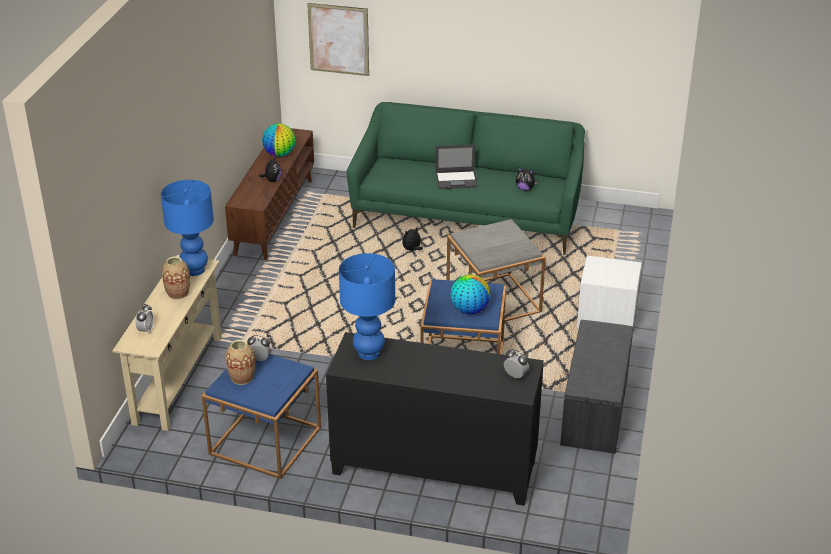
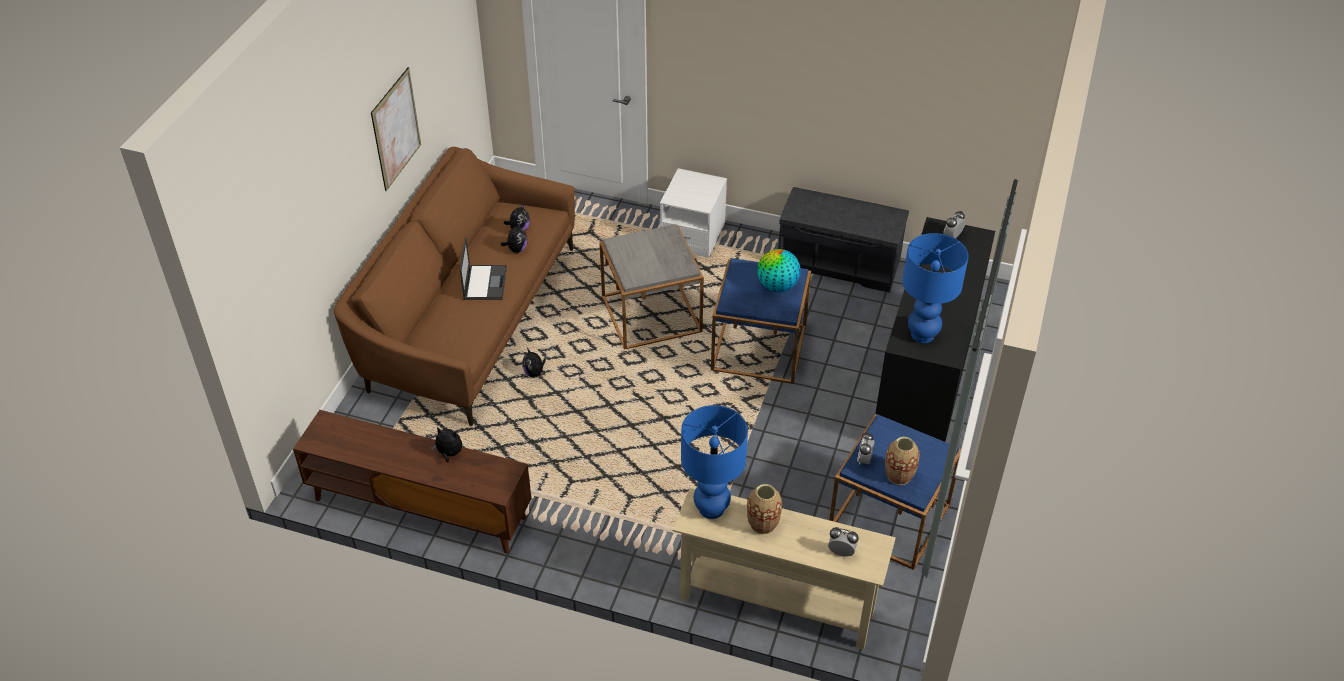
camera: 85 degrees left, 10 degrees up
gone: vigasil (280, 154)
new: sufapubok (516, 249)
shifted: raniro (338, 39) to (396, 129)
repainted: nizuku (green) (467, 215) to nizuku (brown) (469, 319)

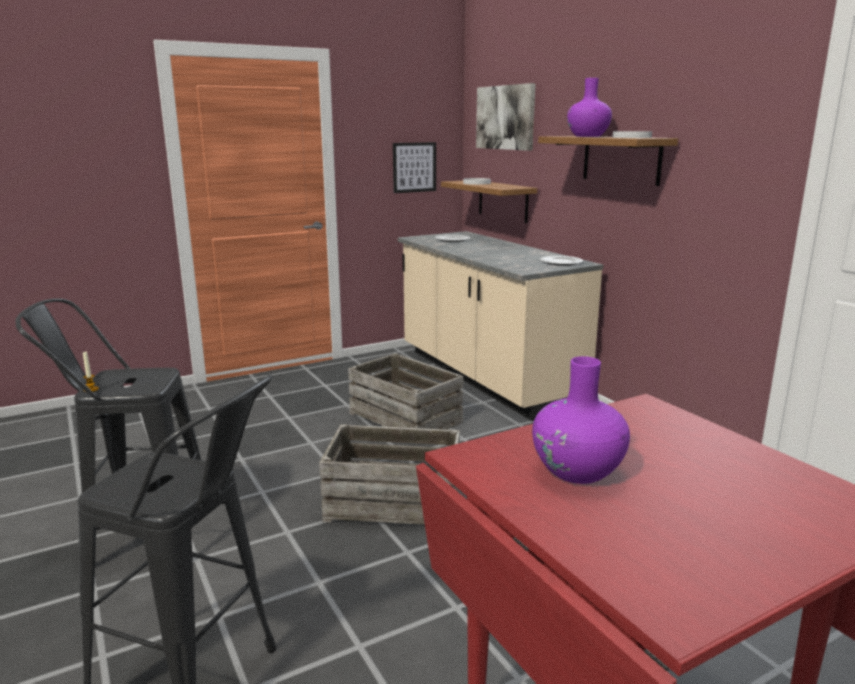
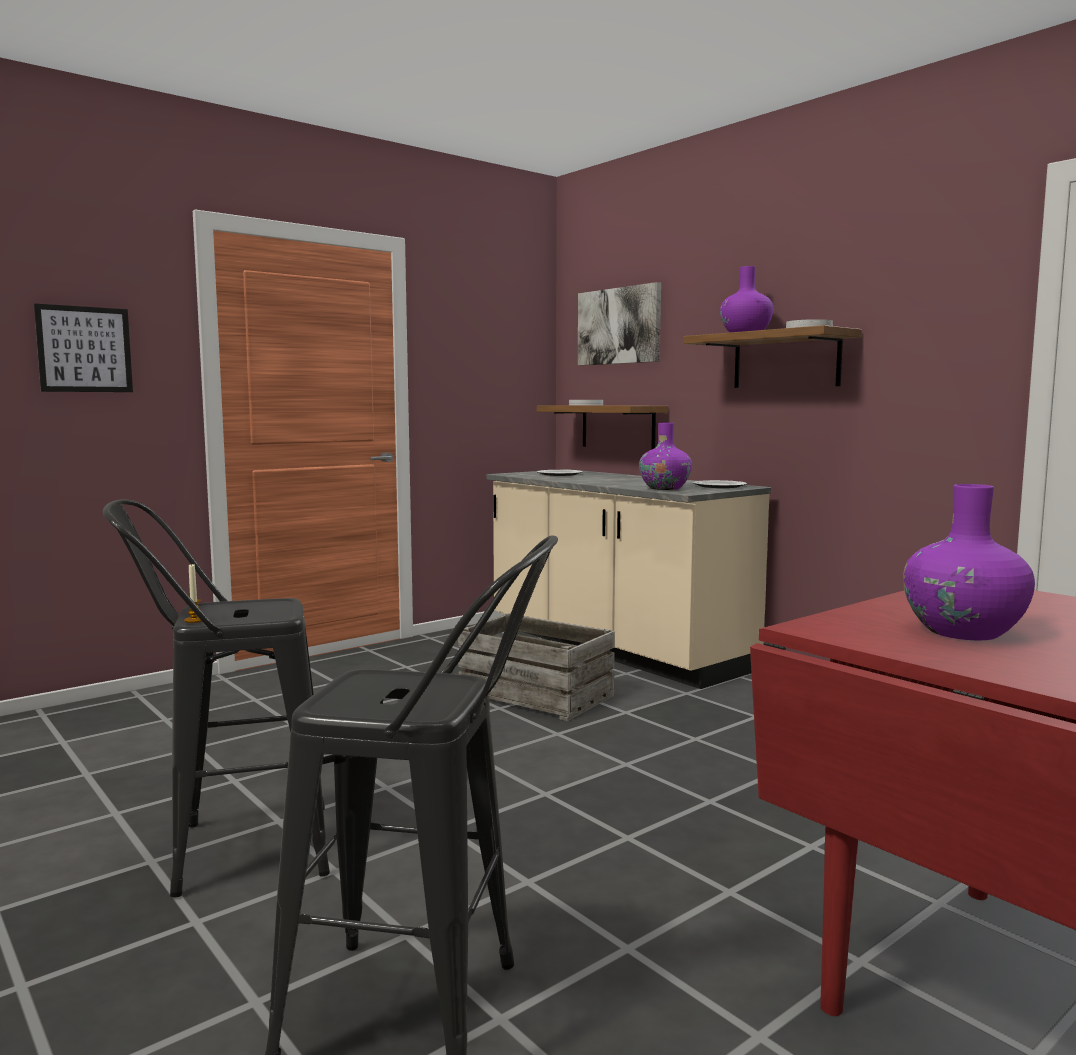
camera: 10 degrees left, 10 degrees down
gone: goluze (394, 501)
new: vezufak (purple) (665, 488)
shifted: raniro (414, 167) to (84, 349)

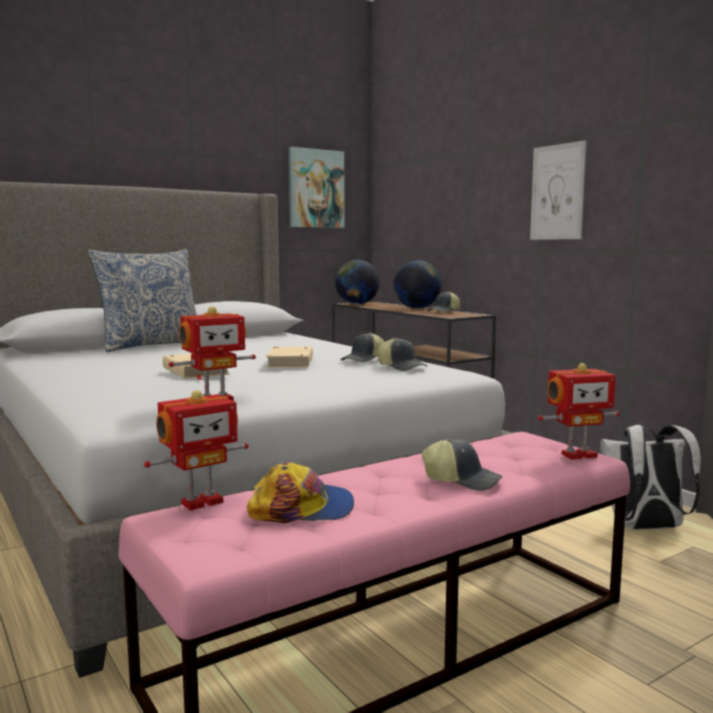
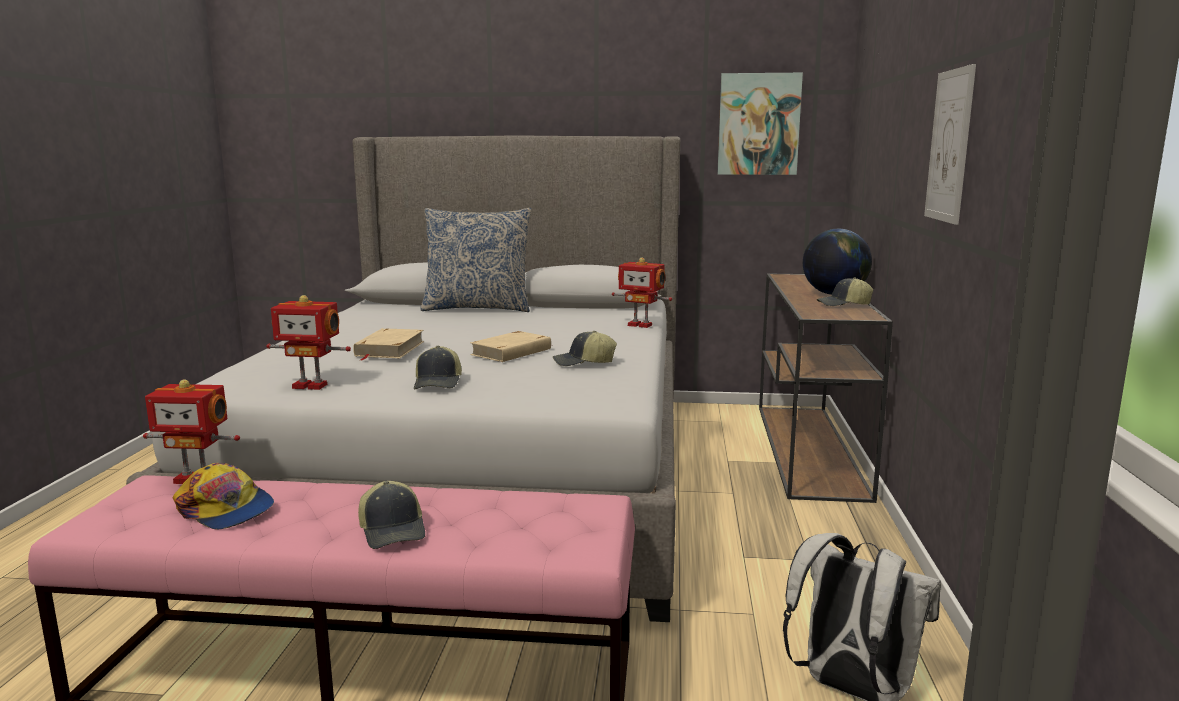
camera: 40 degrees right, 5 degrees up
gone: vigasil (357, 304)
shifted: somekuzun (402, 367) to (439, 383); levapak (577, 455) to (640, 325)

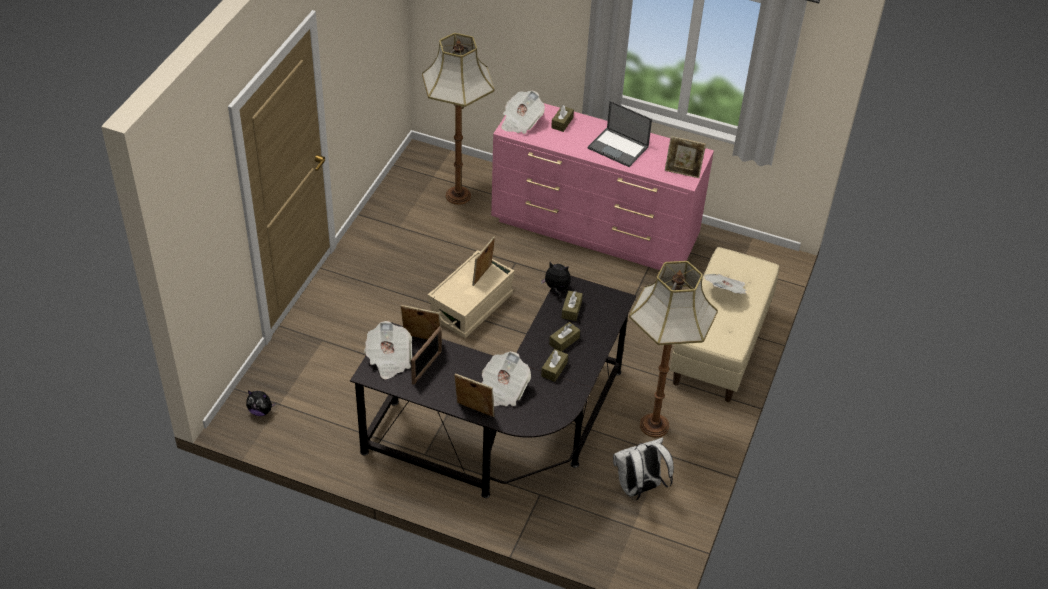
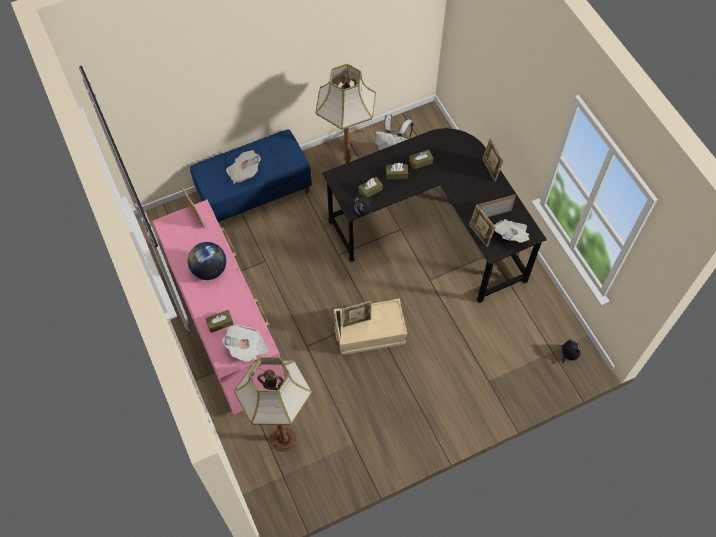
camera: 135 degrees left, 15 degrees up
gone: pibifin (503, 389)
swapped: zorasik (619, 147) to vigasil (209, 270)
repainted: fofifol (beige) (720, 346) to fofifol (blue) (255, 193)

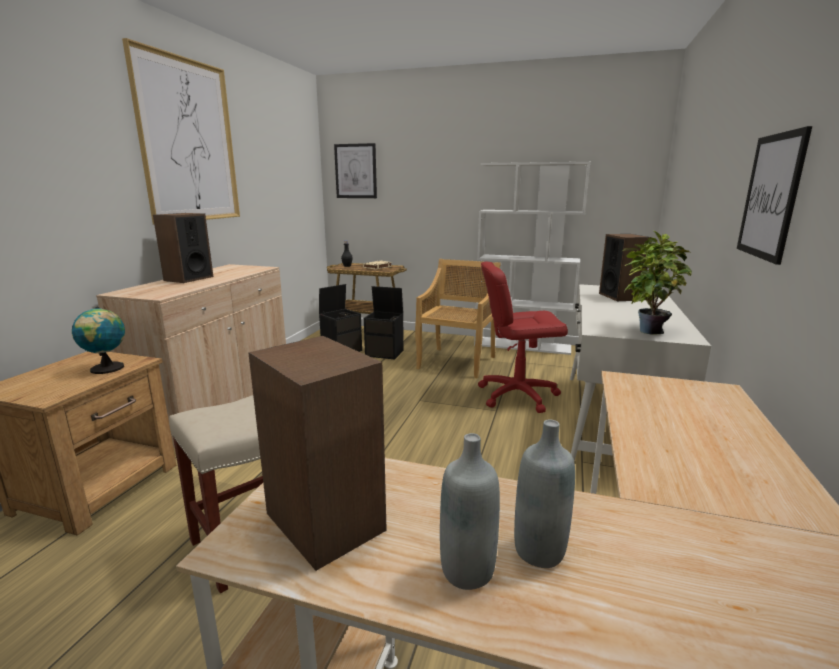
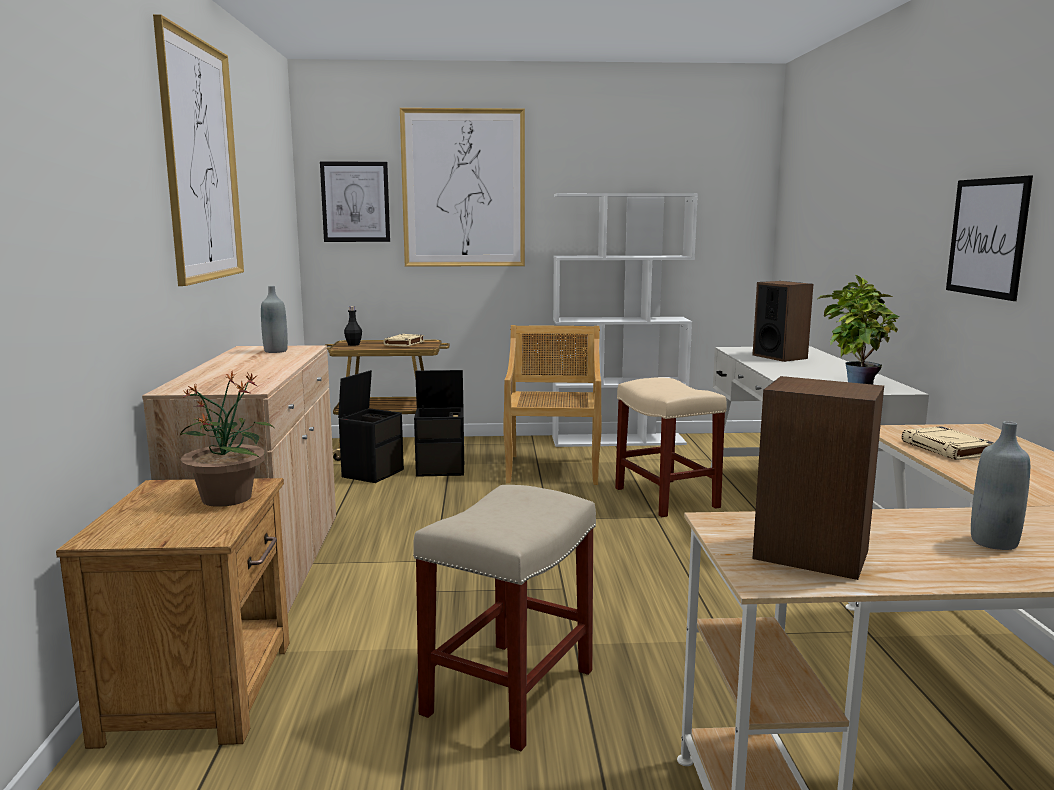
camera: 20 degrees left, 5 degrees down
gone: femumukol (188, 278)
new: raniro (463, 189); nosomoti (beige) (948, 449)
shifted: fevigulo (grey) (467, 570) to (275, 351)
swapped: vigasil (107, 369) to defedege (227, 497); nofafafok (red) (517, 395) to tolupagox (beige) (665, 497)

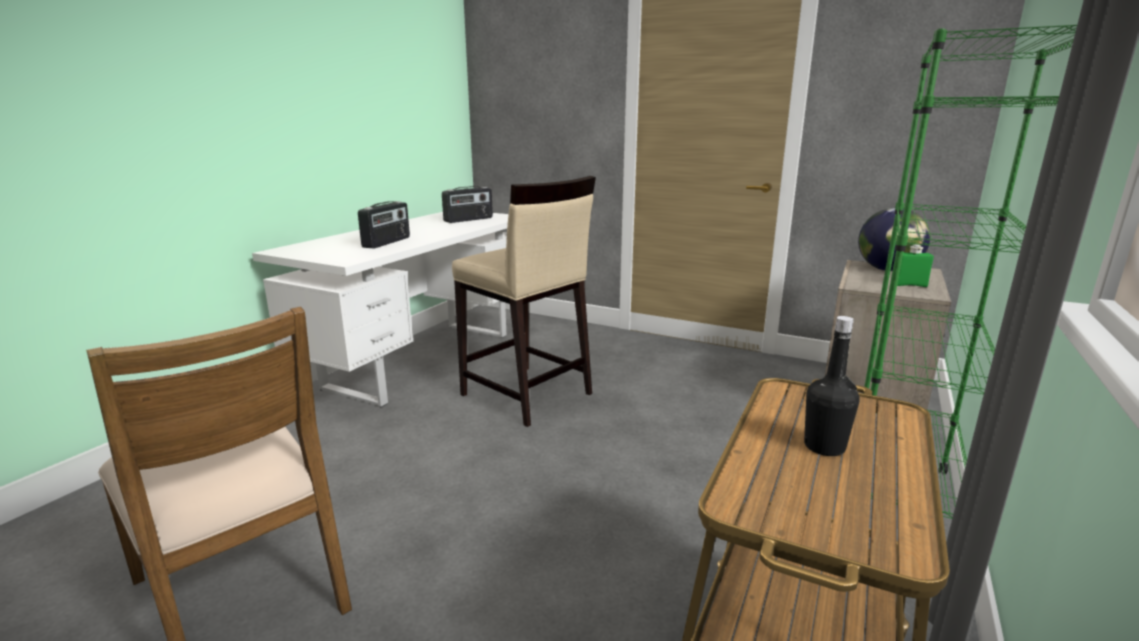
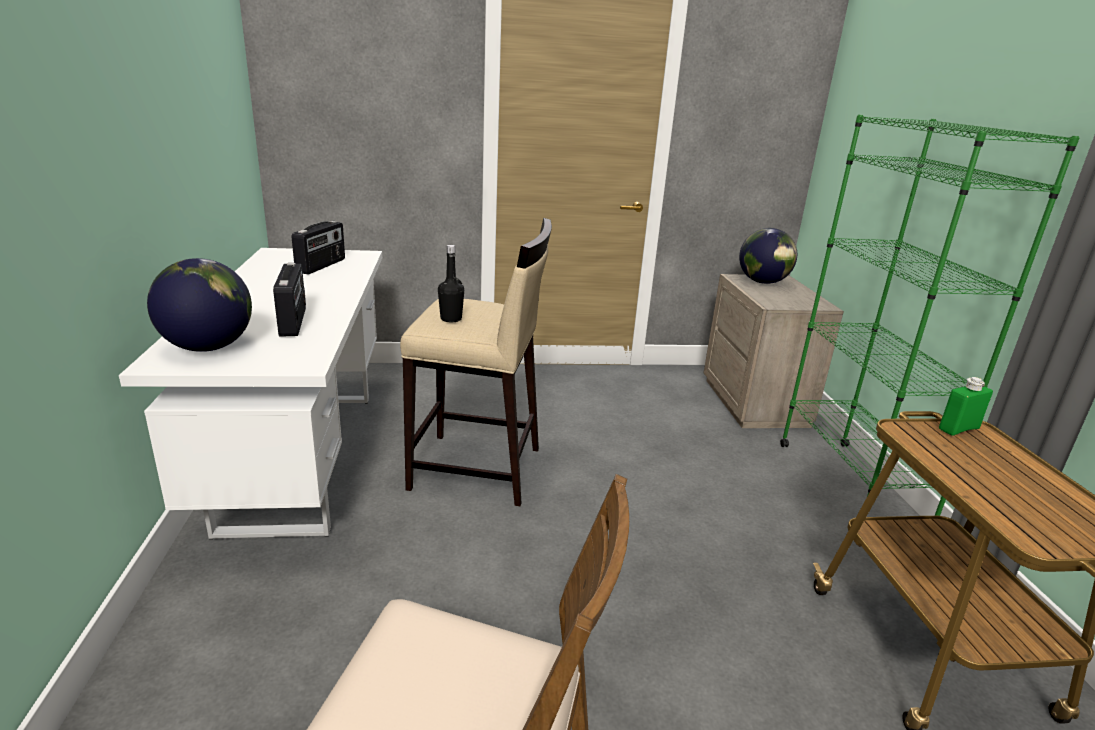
camera: 35 degrees left, 5 degrees up
new: vigasil (208, 347)
shifted: fevigulo (black) (824, 447) to (451, 319); fevigulo (green) (909, 285) to (958, 429)

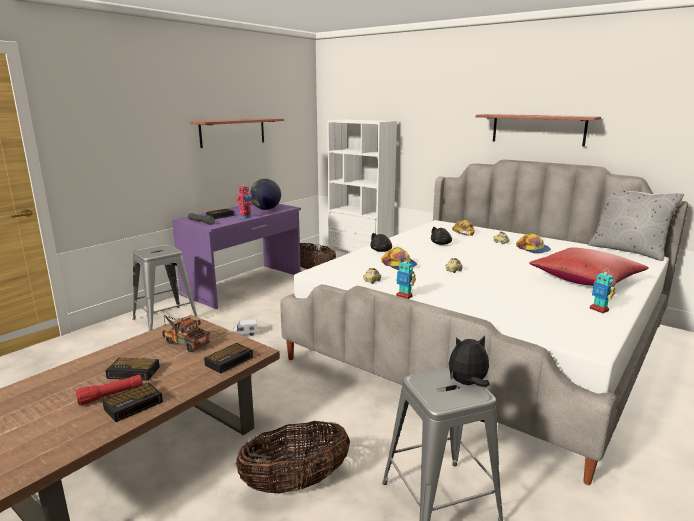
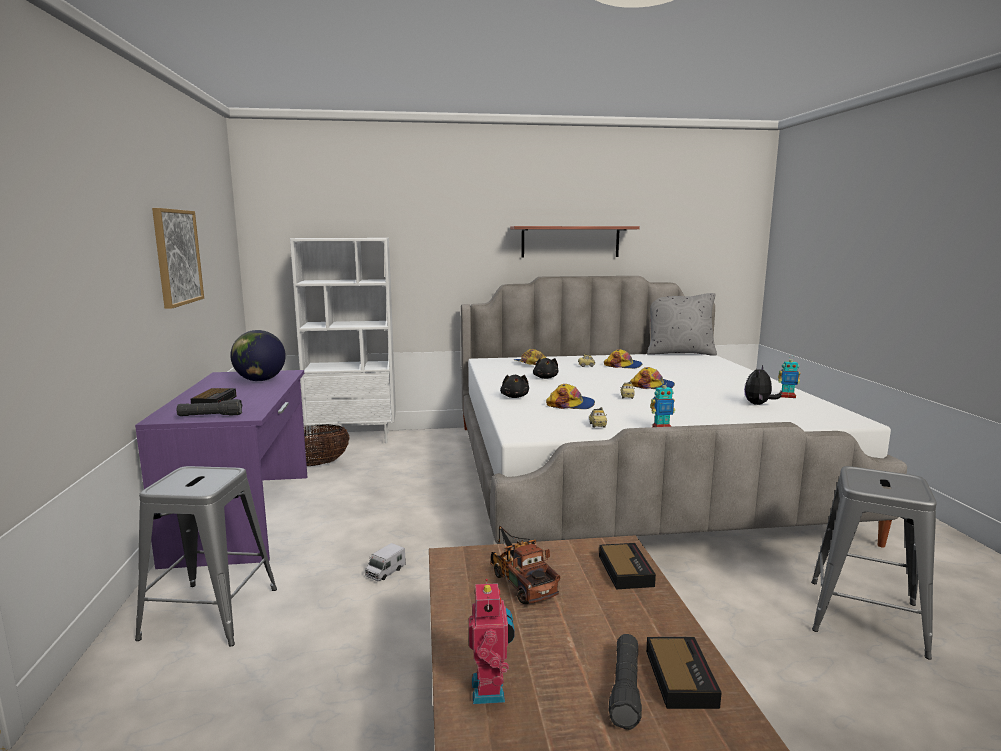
camera: 45 degrees left, 5 degrees down
gone: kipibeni (134, 372); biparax (295, 483); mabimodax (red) (585, 279)
new: somekuzun (652, 386)
shifted: levapak (246, 217) to (491, 690); sufapubok (468, 384) to (758, 404)
swapped: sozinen (233, 132) to raniro (177, 257)
repainted: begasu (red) (111, 395) to begasu (black) (625, 689)
rotated: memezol (184, 342) = (520, 581) 75 degrees clockwise

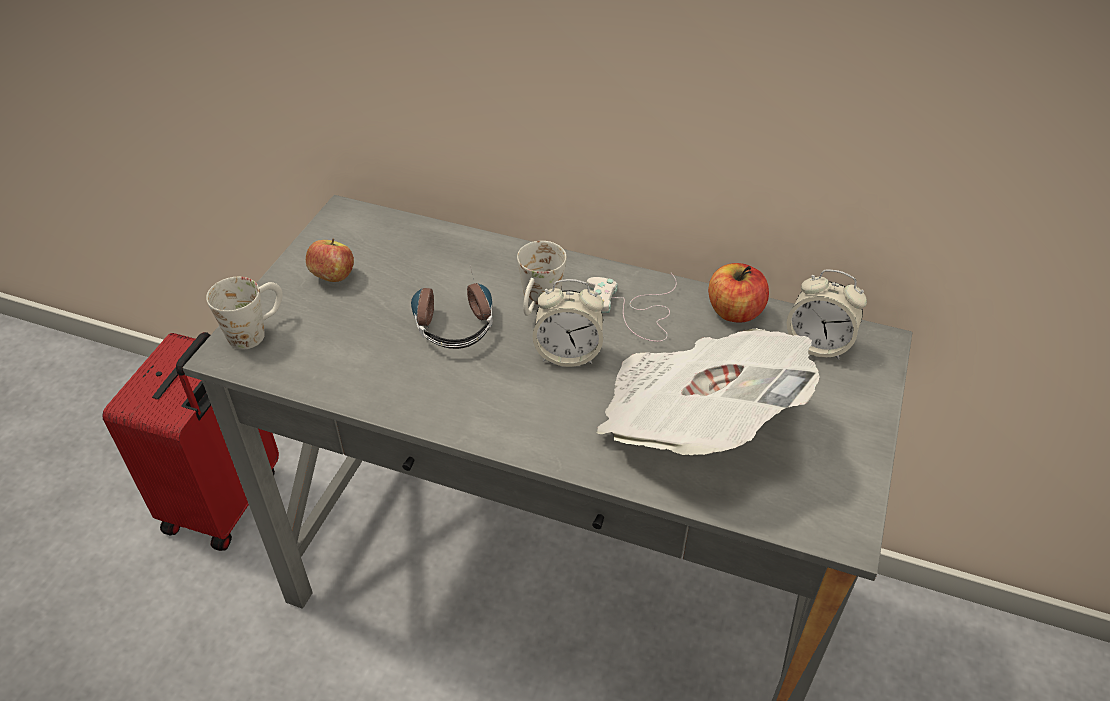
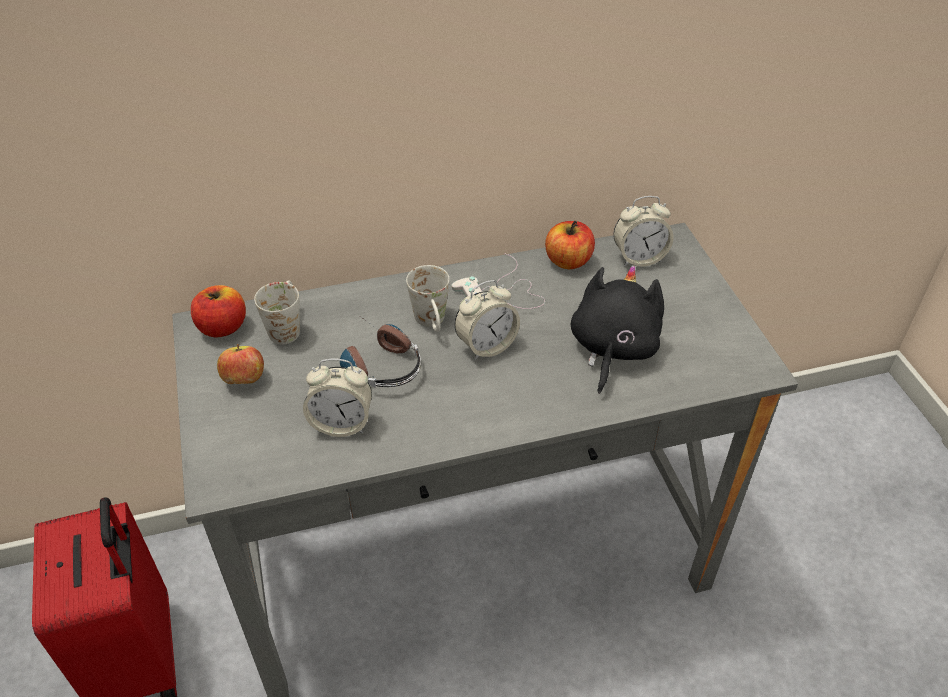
camera: 35 degrees left, 0 degrees up
new: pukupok (222, 327); kipibeni (341, 423)
shifted: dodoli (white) (256, 330) to (286, 326)
swapped: pibifin (693, 422) to sufapubok (black) (612, 348)

